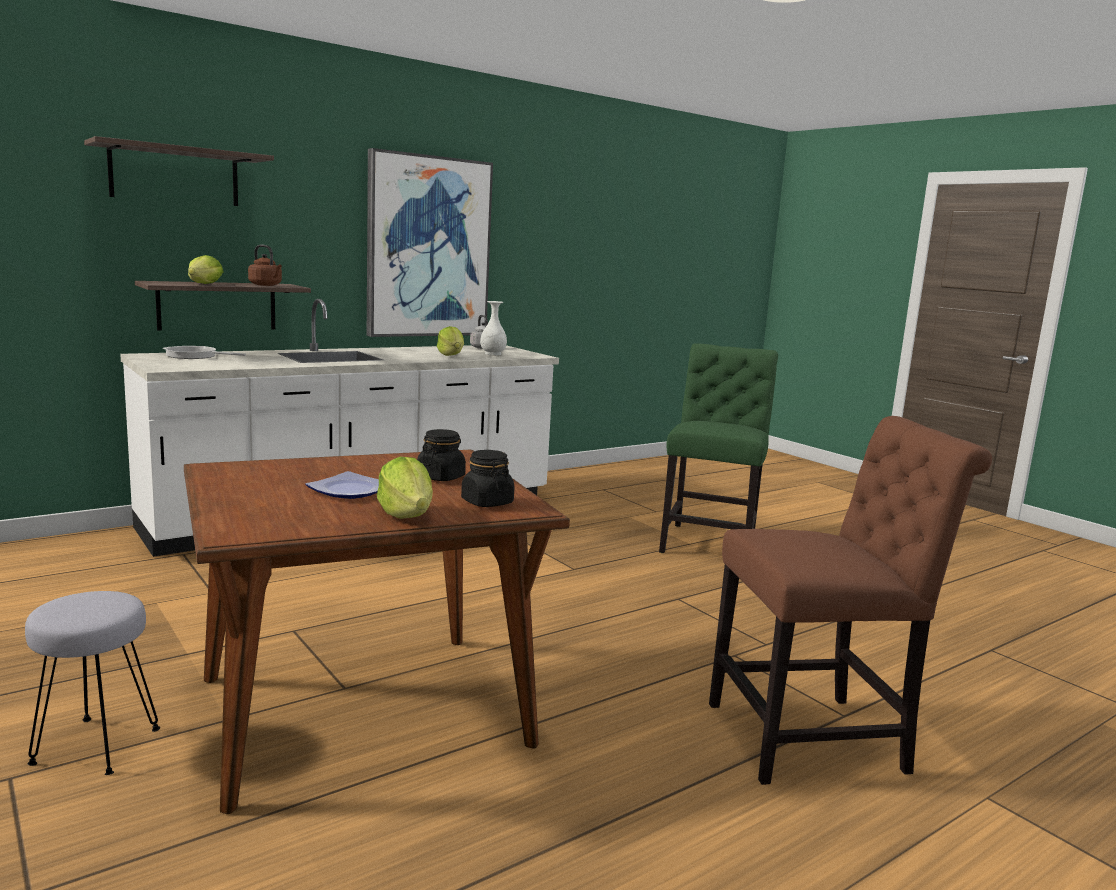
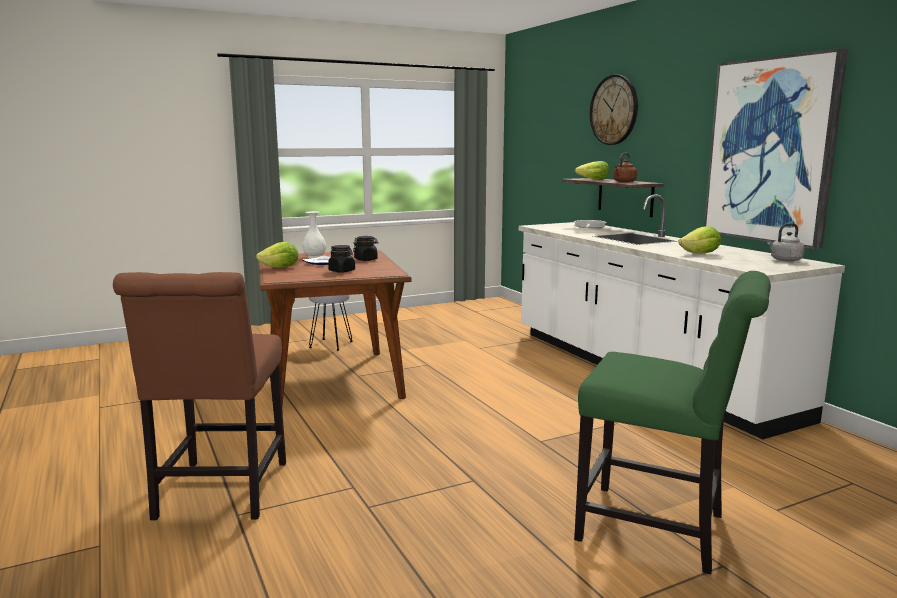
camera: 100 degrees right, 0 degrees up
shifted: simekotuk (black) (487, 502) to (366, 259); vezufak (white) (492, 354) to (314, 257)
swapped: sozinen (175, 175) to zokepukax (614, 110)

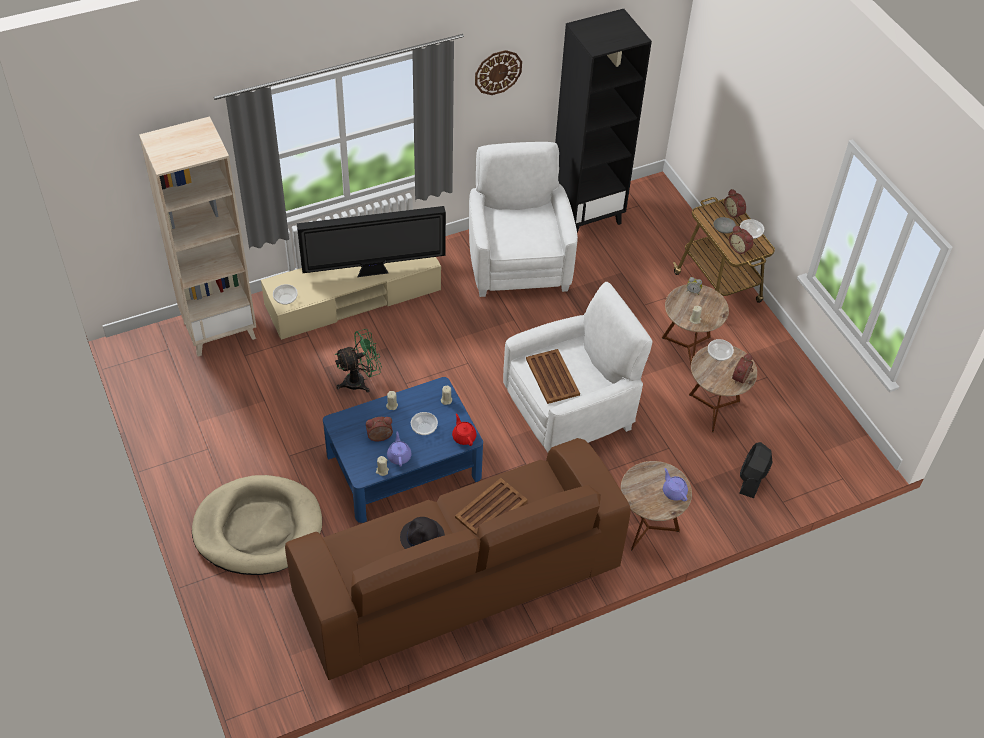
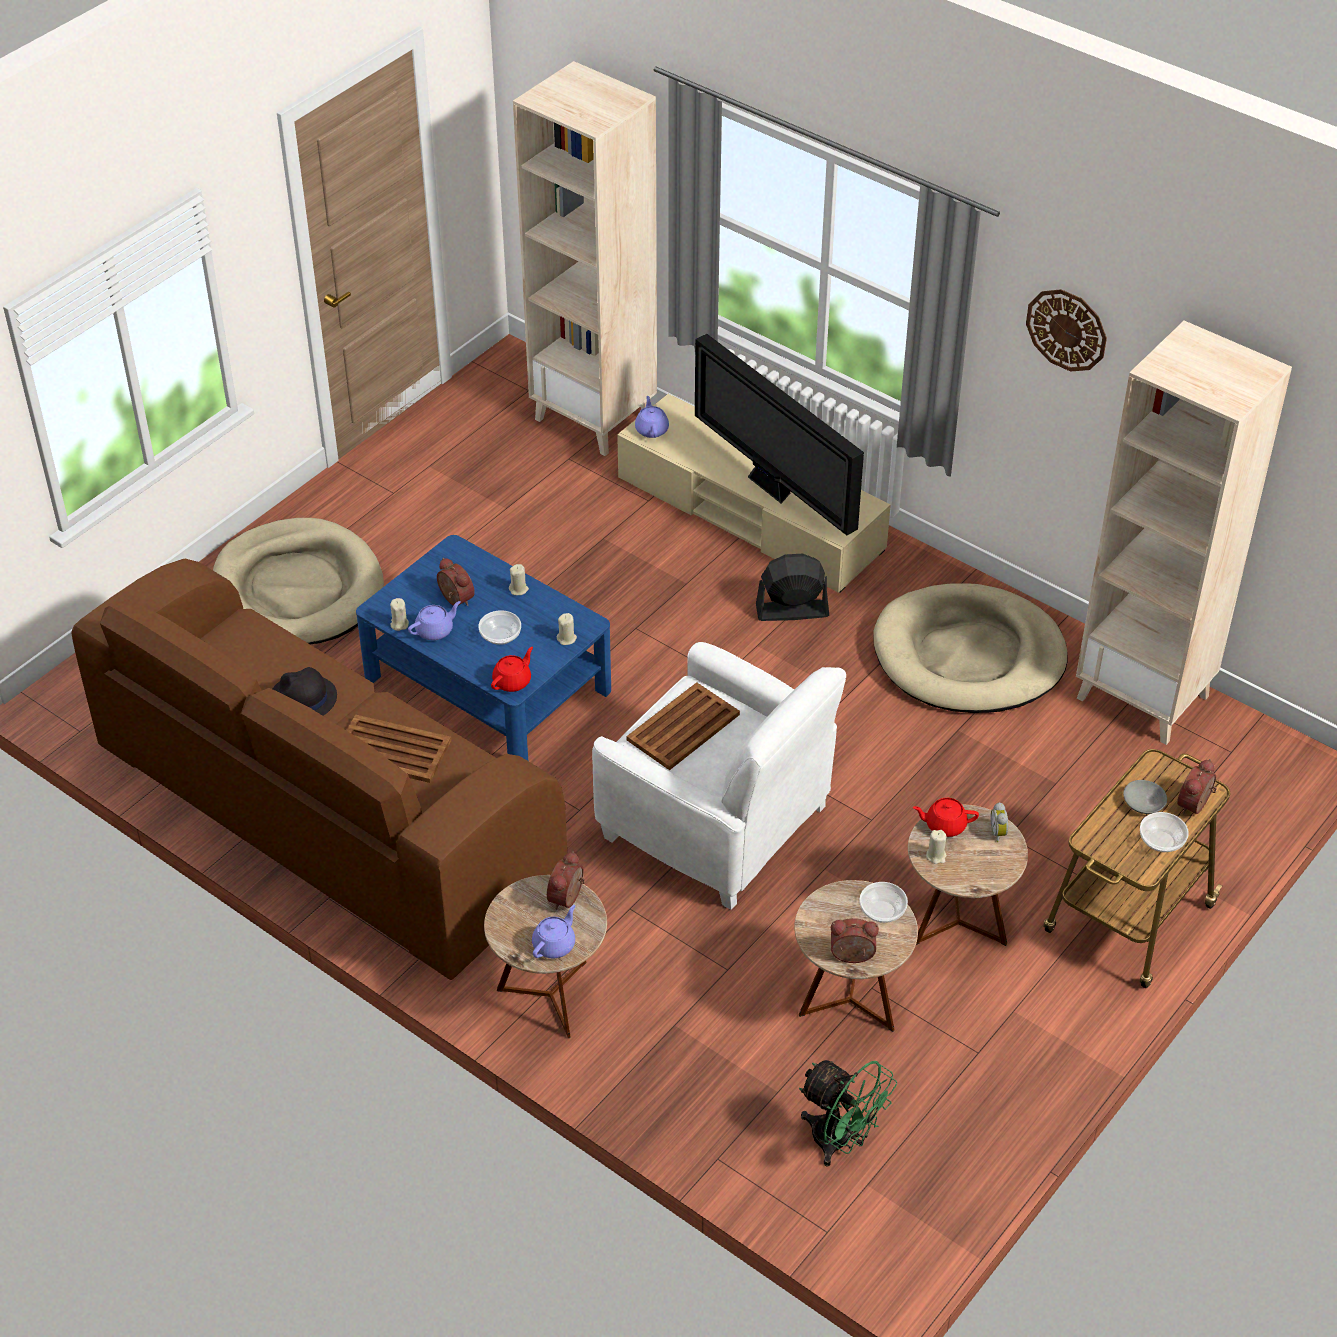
camera: 65 degrees right, 5 degrees down
new: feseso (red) (944, 825)
shifted: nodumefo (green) (360, 381) to (840, 1141); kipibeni (740, 248) to (568, 898); nodumefo (black) (752, 479) to (792, 610)
swapped: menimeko (286, 299) to feseso (purple) (651, 429); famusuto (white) (518, 263) to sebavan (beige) (968, 656)
repainted: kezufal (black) (586, 216) to kezufal (beige) (1144, 697)

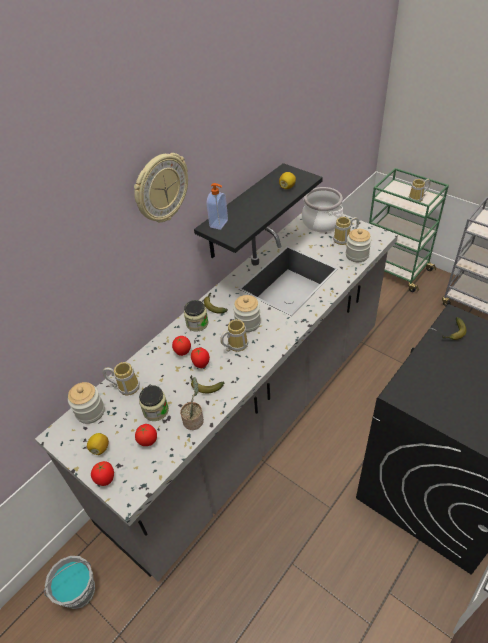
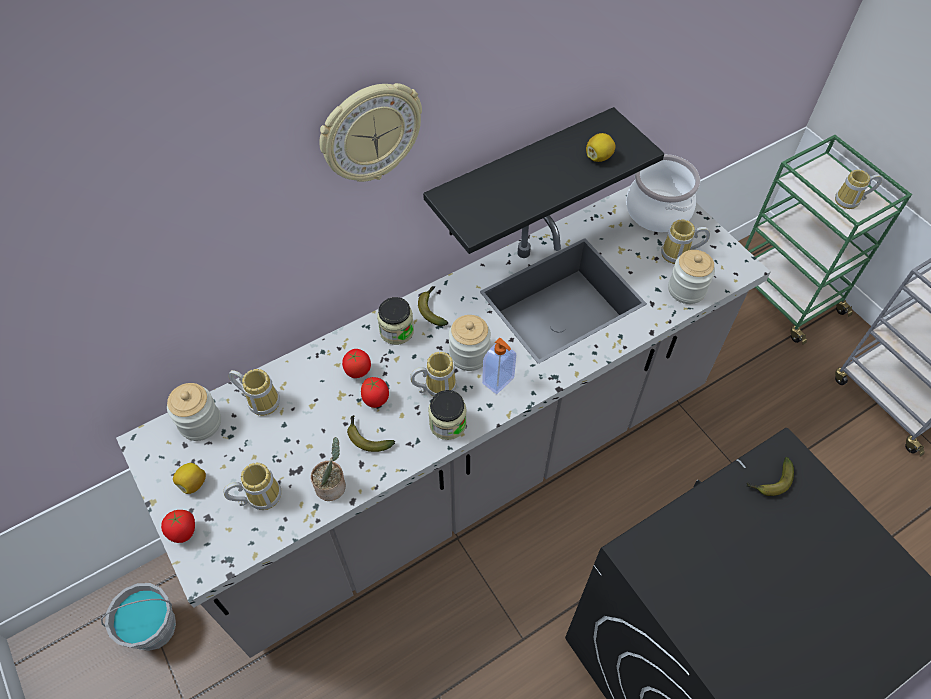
camera: 15 degrees right, 10 degrees up
shifted: simekotuk (156, 410) to (447, 424); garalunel (219, 224) to (499, 381)
swapped: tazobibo (148, 441) to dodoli (259, 496)

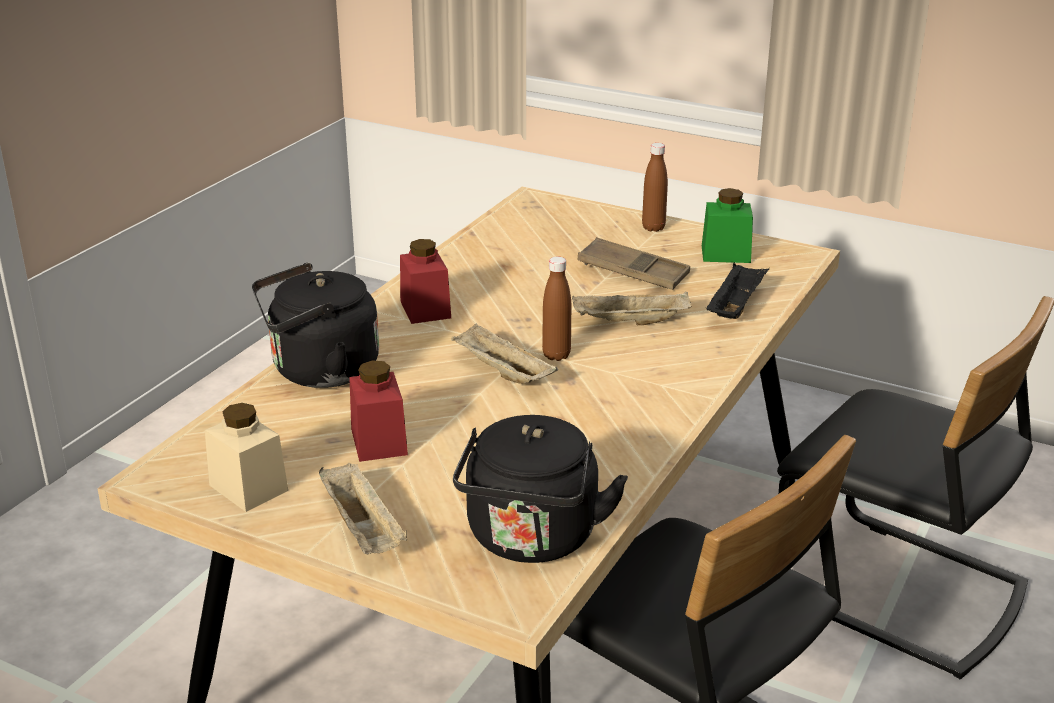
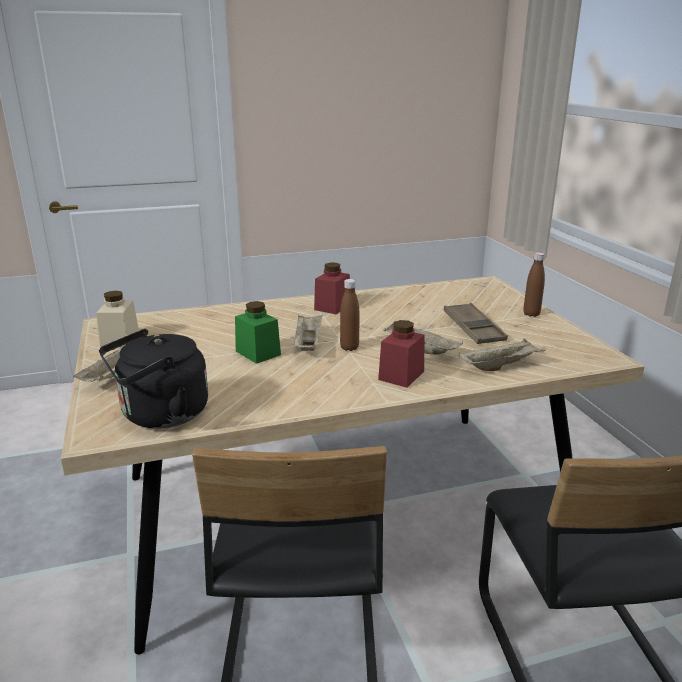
camera: 45 degrees right, 5 degrees down
gone: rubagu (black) (319, 371)
shifted: simekotuk (red) (379, 442) to (401, 375); simekotuk (green) (725, 254) to (258, 353)
repainted: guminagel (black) (735, 307) to guminagel (beige) (500, 366)

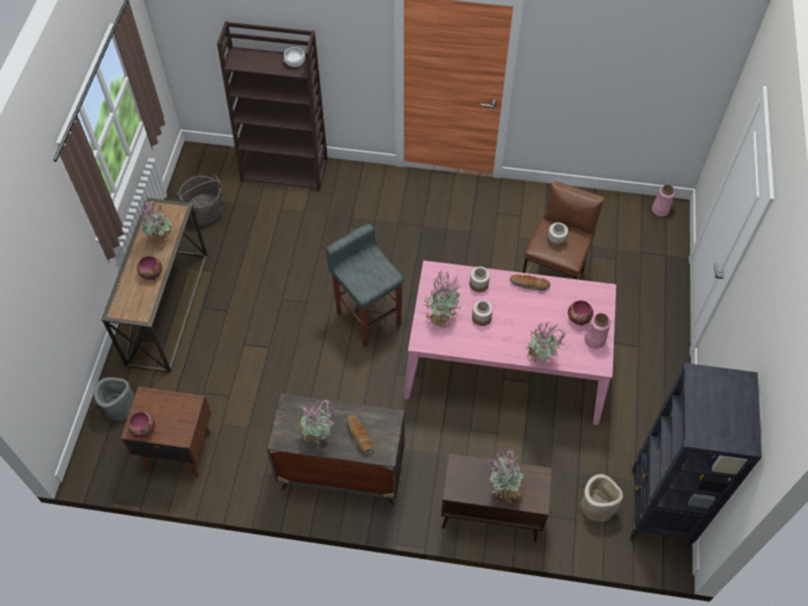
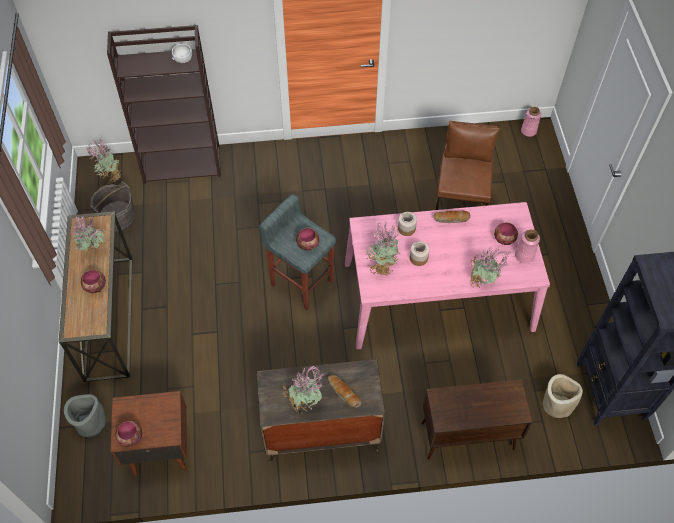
camera: 15 degrees left, 0 degrees up
gone: simekotuk (556, 240)
new: menimeko (308, 244)
shifted: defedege (504, 489) to (111, 178)

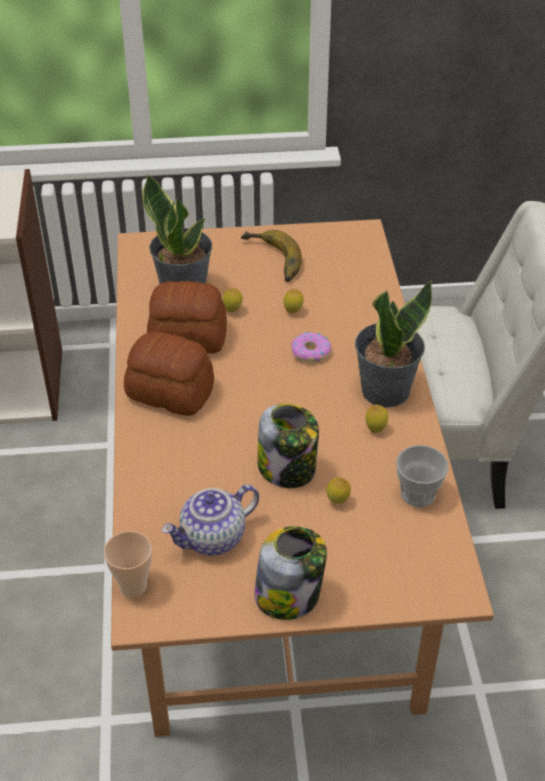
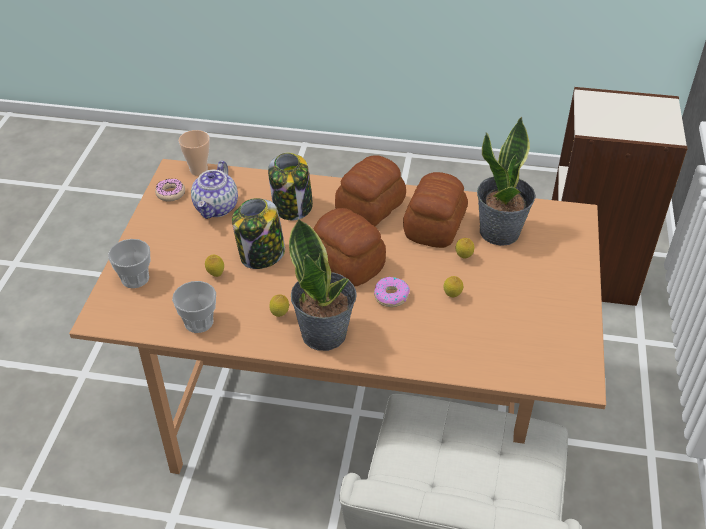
camera: 105 degrees right, 0 degrees up
gone: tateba (270, 261)
new: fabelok (135, 278); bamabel (170, 193); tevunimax (347, 262)
shifted: simekotuk (289, 595) to (292, 207)
rotated: feseso (213, 538) = (217, 208) 150 degrees counterclockwise

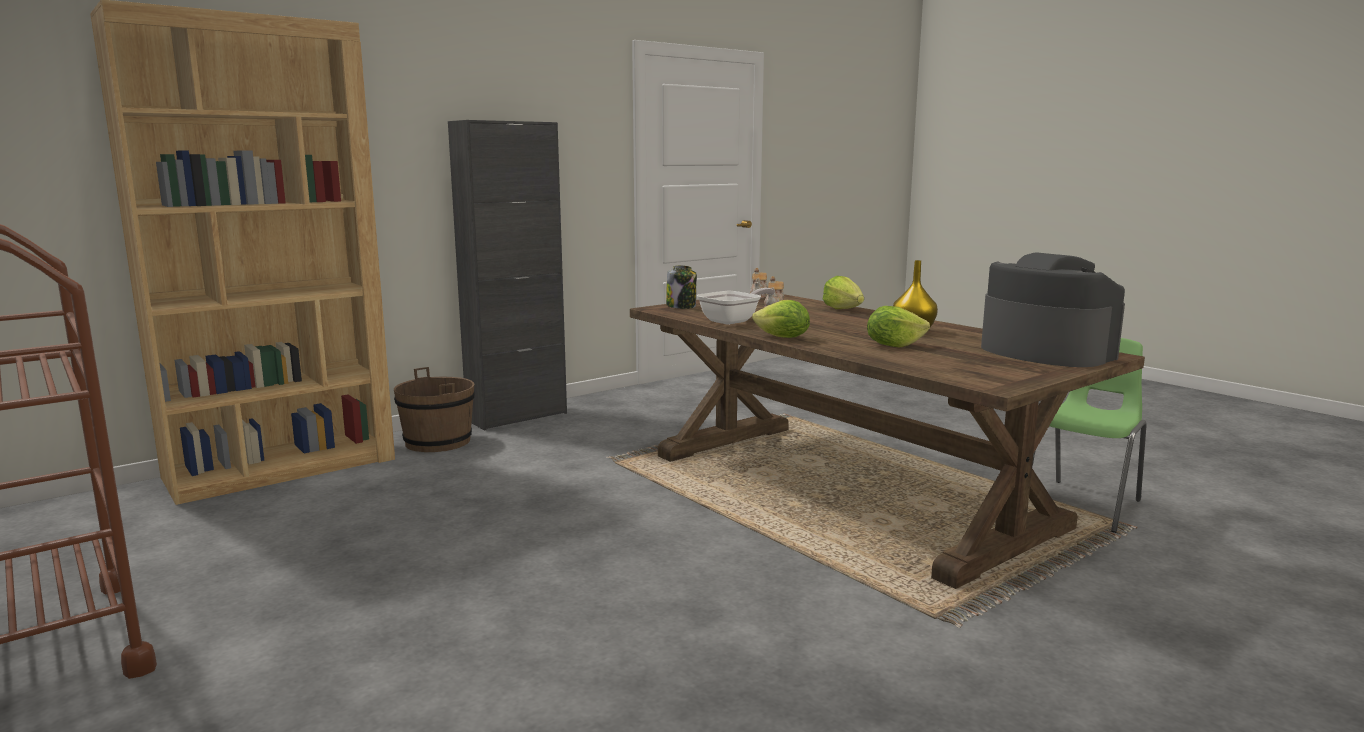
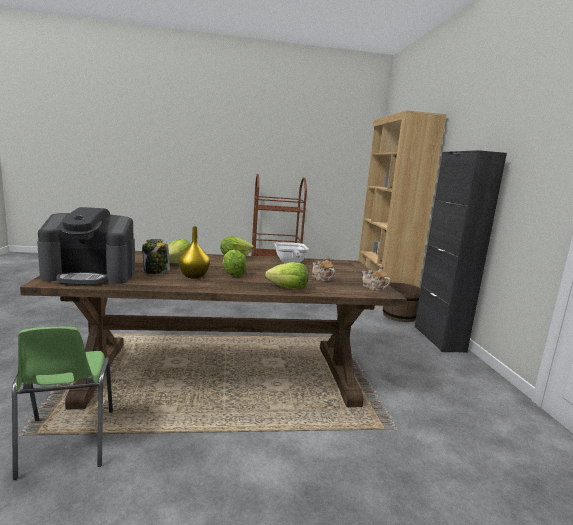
camera: 120 degrees right, 0 degrees up
new: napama (232, 273)
shifted: simekotuk (681, 306) to (156, 272)

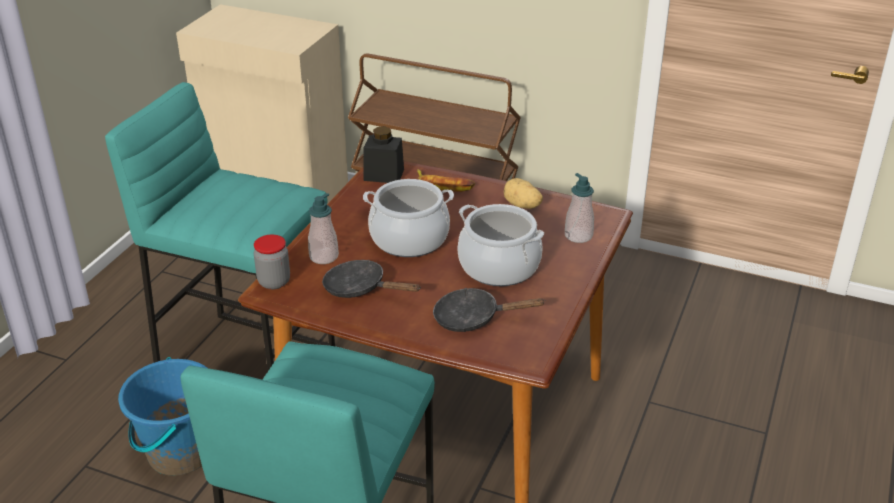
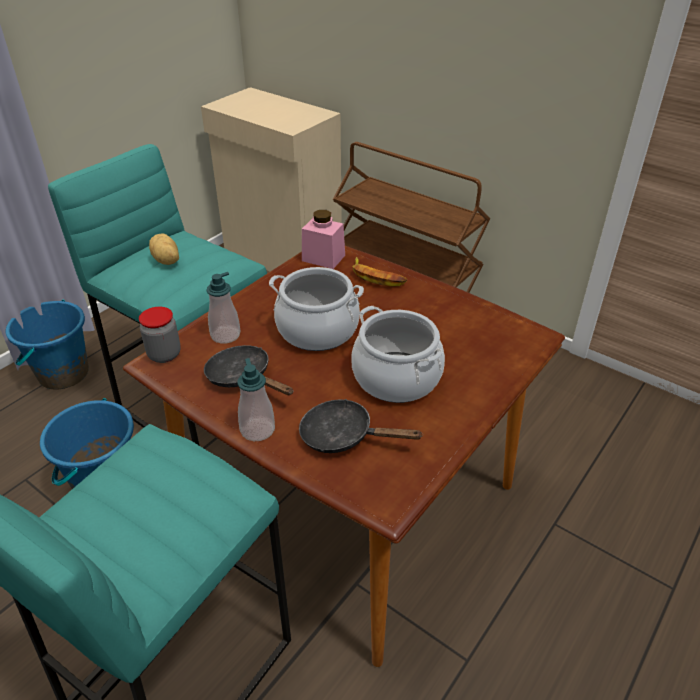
camera: 15 degrees right, 5 degrees up
new: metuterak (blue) (63, 373)
shifted: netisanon (522, 205) to (166, 261); garalunel (578, 236) to (257, 430)
repainted: simekotuk (black) (383, 175) to simekotuk (pink) (323, 258)

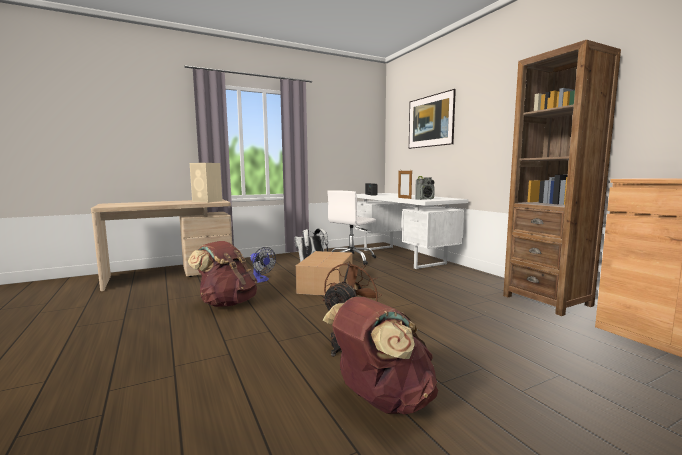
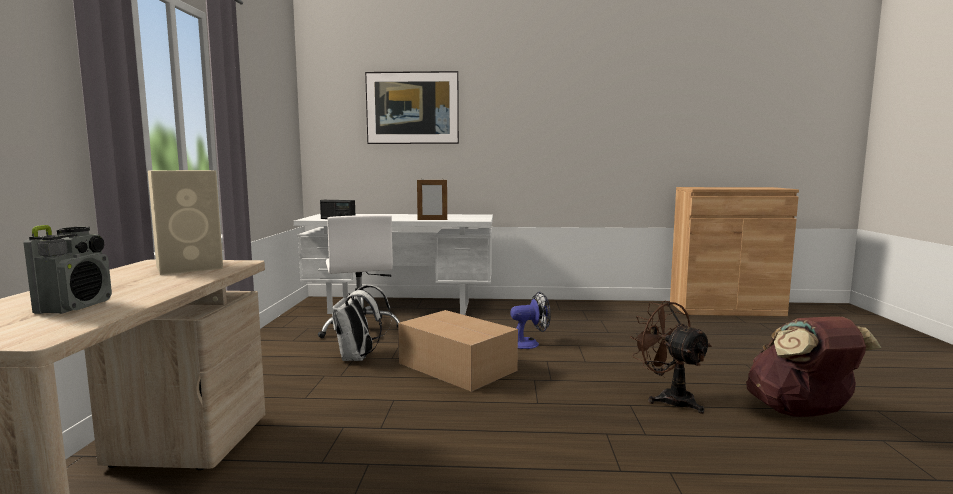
camera: 60 degrees left, 0 degrees up
gone: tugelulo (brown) (227, 303); kezufal (brown) (546, 300)
shifted: nodumefo (261, 280) to (529, 343); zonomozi (425, 199) to (75, 306)

